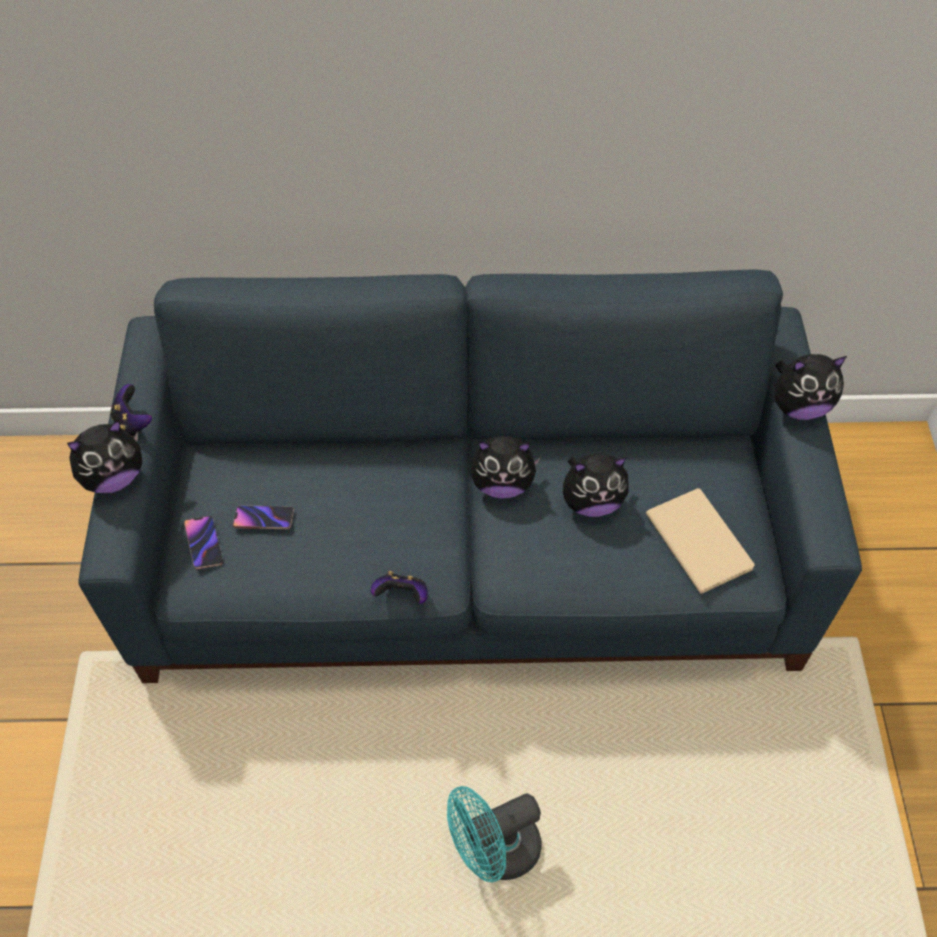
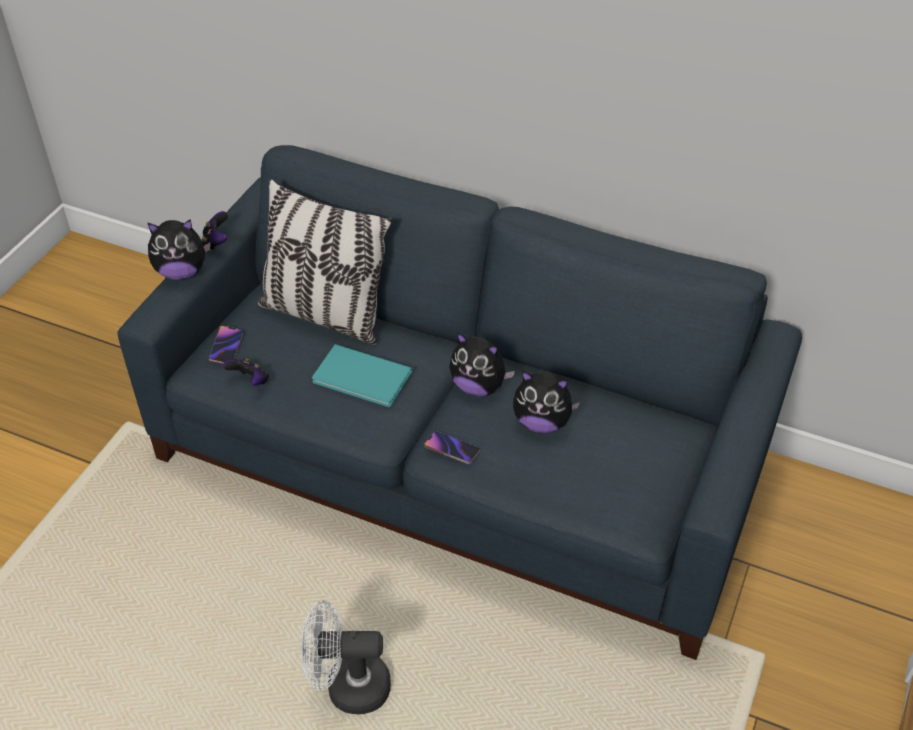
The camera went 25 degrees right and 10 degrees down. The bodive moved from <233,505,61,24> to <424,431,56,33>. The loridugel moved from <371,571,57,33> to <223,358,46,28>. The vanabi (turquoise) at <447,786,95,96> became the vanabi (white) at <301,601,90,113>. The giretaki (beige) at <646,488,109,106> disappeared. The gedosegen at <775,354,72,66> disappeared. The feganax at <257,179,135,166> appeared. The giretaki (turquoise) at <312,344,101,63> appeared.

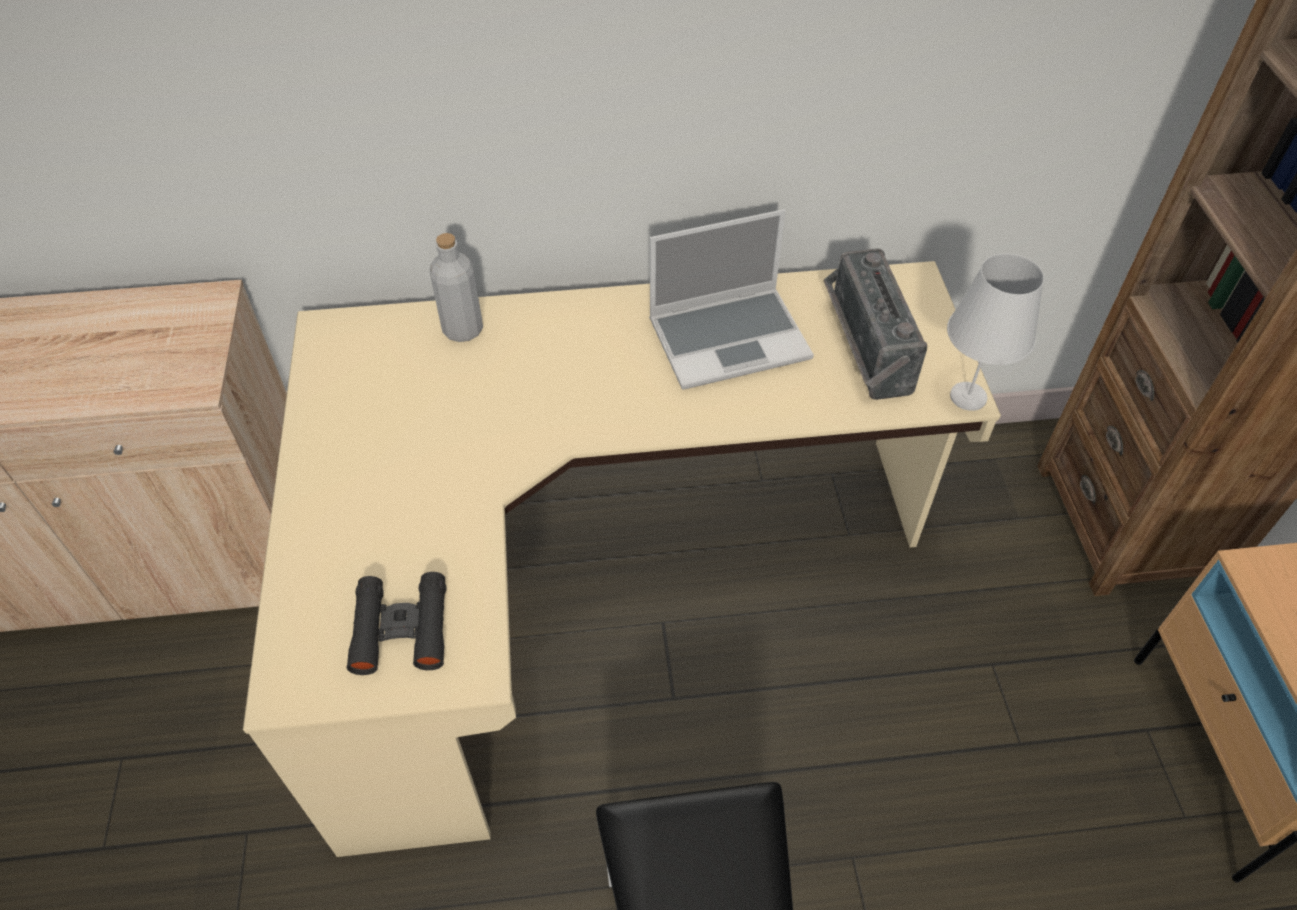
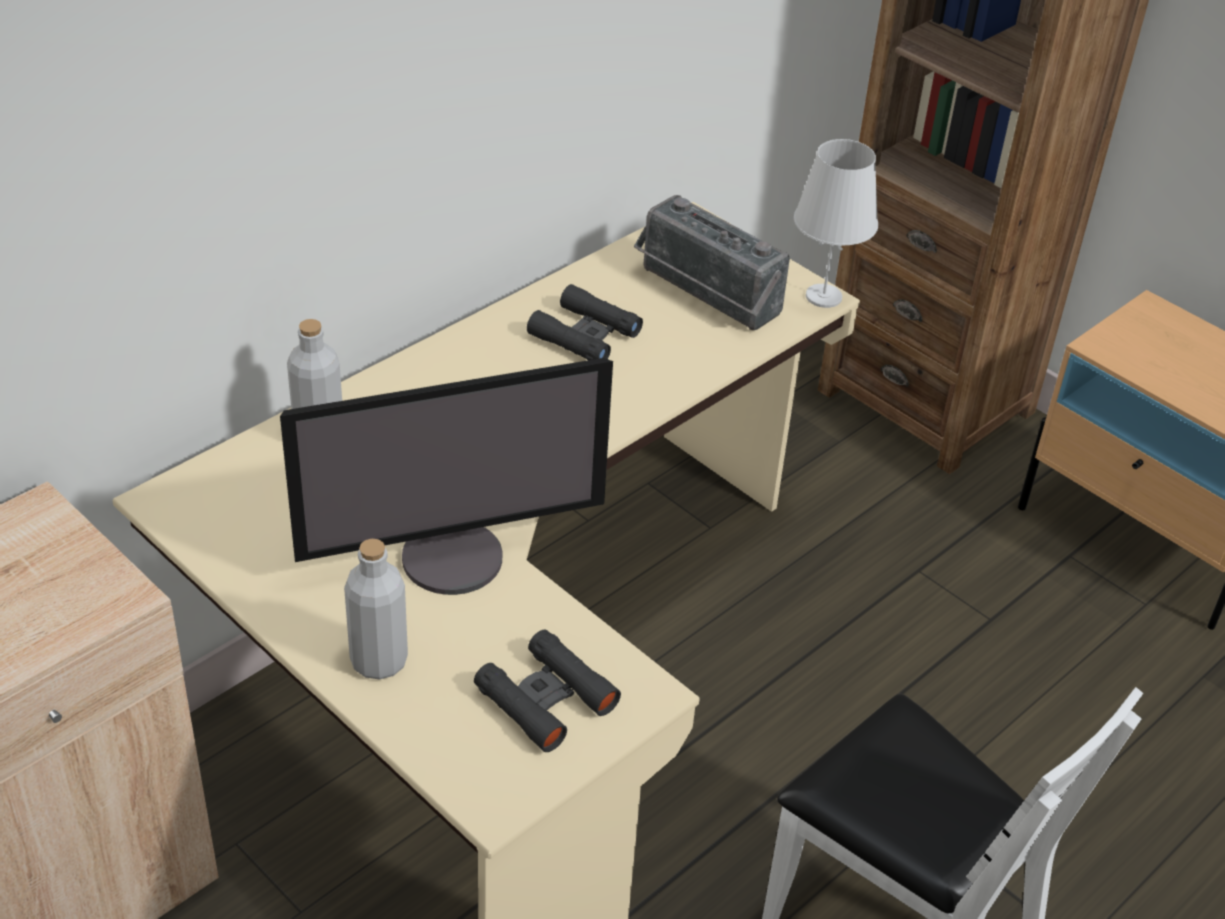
The camera went 40 degrees left and 10 degrees down. The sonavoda at <649,209,165,181> was replaced by the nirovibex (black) at <527,284,116,76>. The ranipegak at <280,358,333,237> appeared. The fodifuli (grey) at <344,539,64,141> appeared.

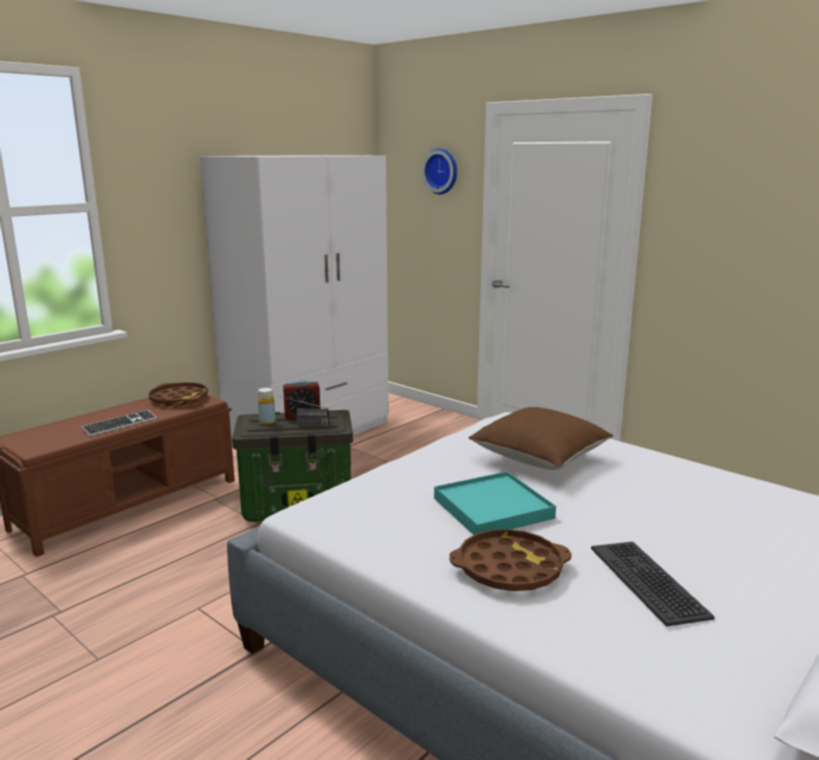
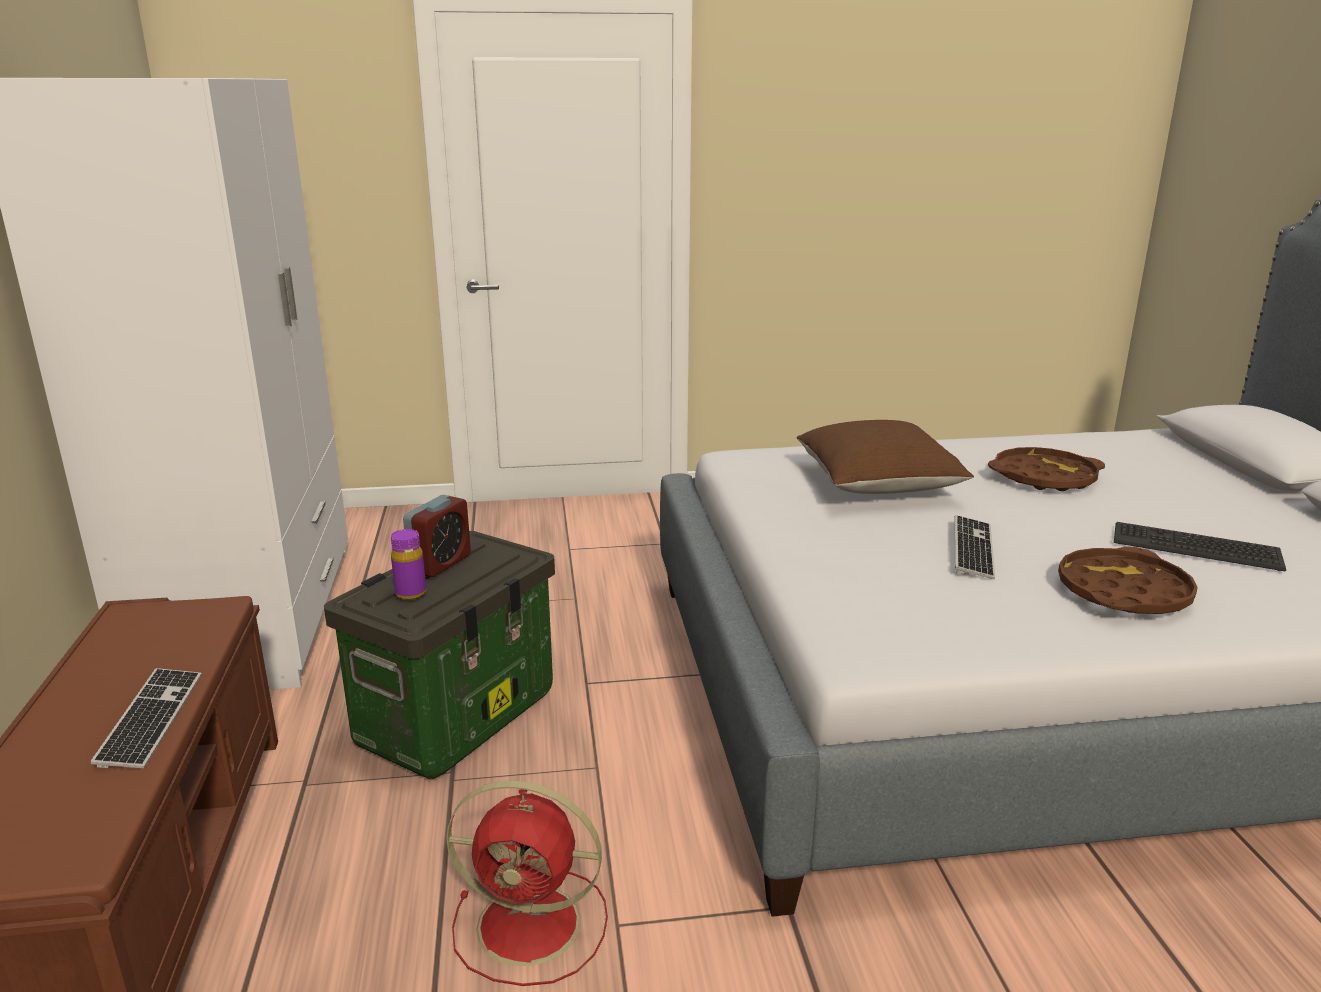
The camera went 50 degrees left and 5 degrees up. The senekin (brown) moved from <148,382,60,25> to <988,447,117,44>. The fodifuli (yellow) at <258,387,18,38> became the fodifuli (purple) at <391,529,35,71>. The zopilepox at <279,396,51,30> disappeared. The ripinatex at <422,148,35,46> disappeared. The senekin (turquoise) at <434,471,122,64> was replaced by the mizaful at <955,515,40,64>. The vanabi (red) at <446,780,162,206> appeared.

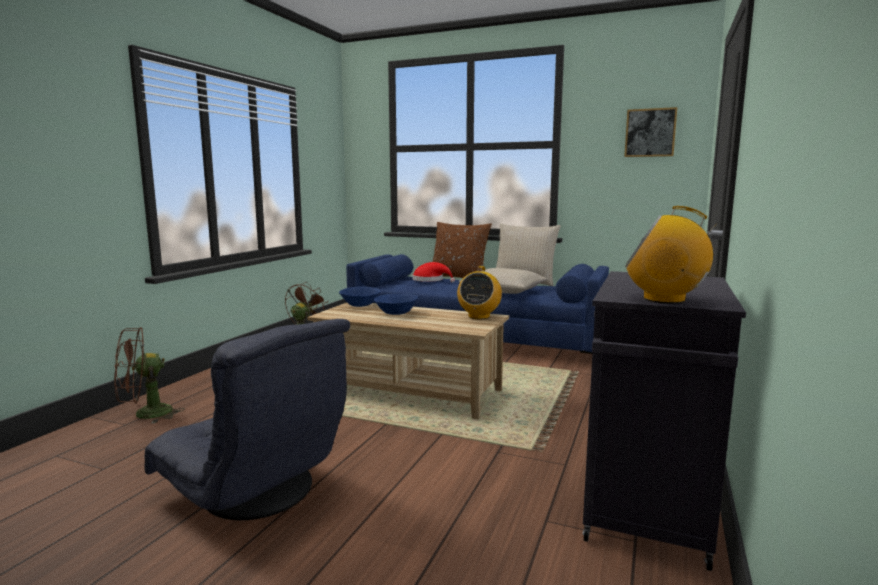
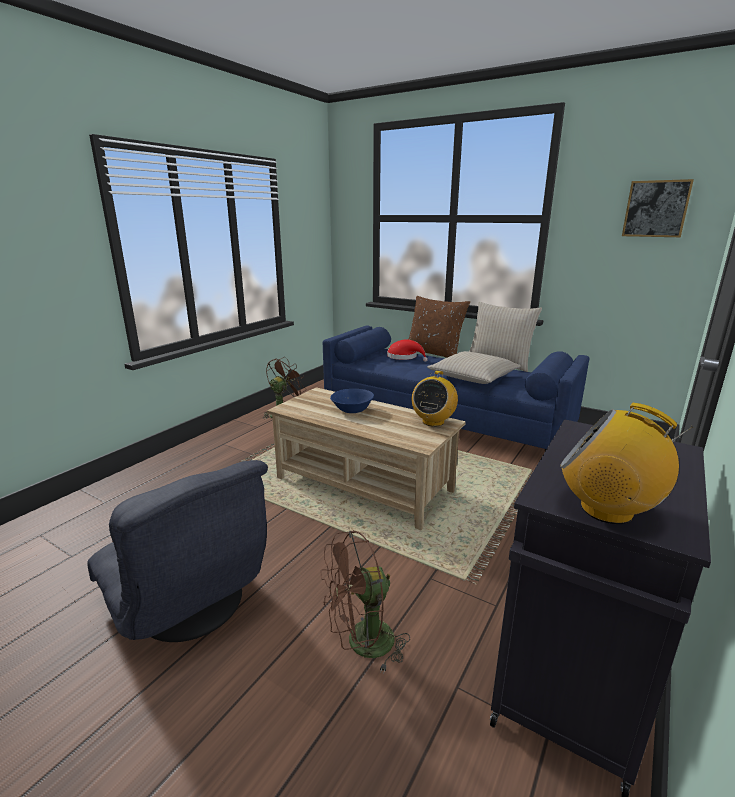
The camera went 10 degrees right and 10 degrees up. The vanabi (brown) moved from <114,327,71,97> to <320,530,90,143>. The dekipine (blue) at <339,286,42,21> disappeared.

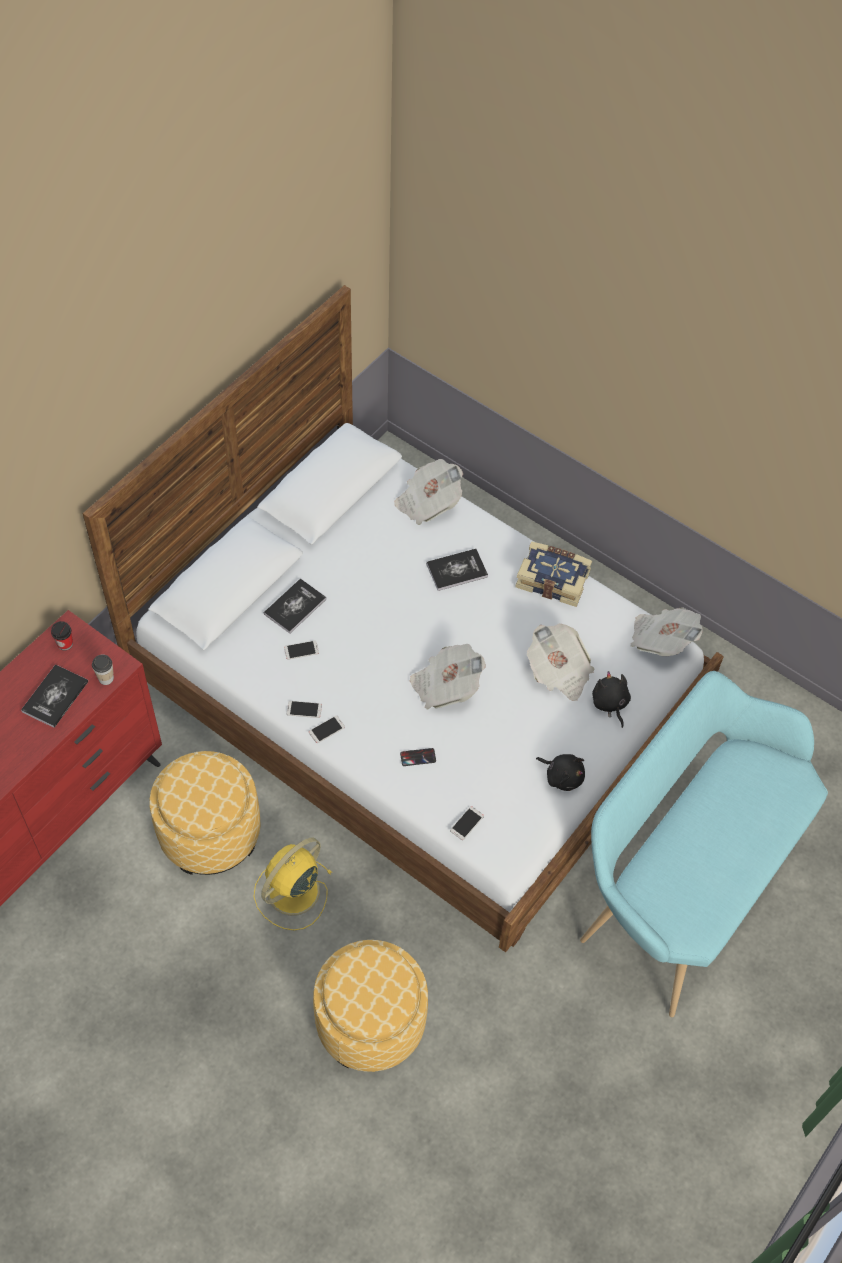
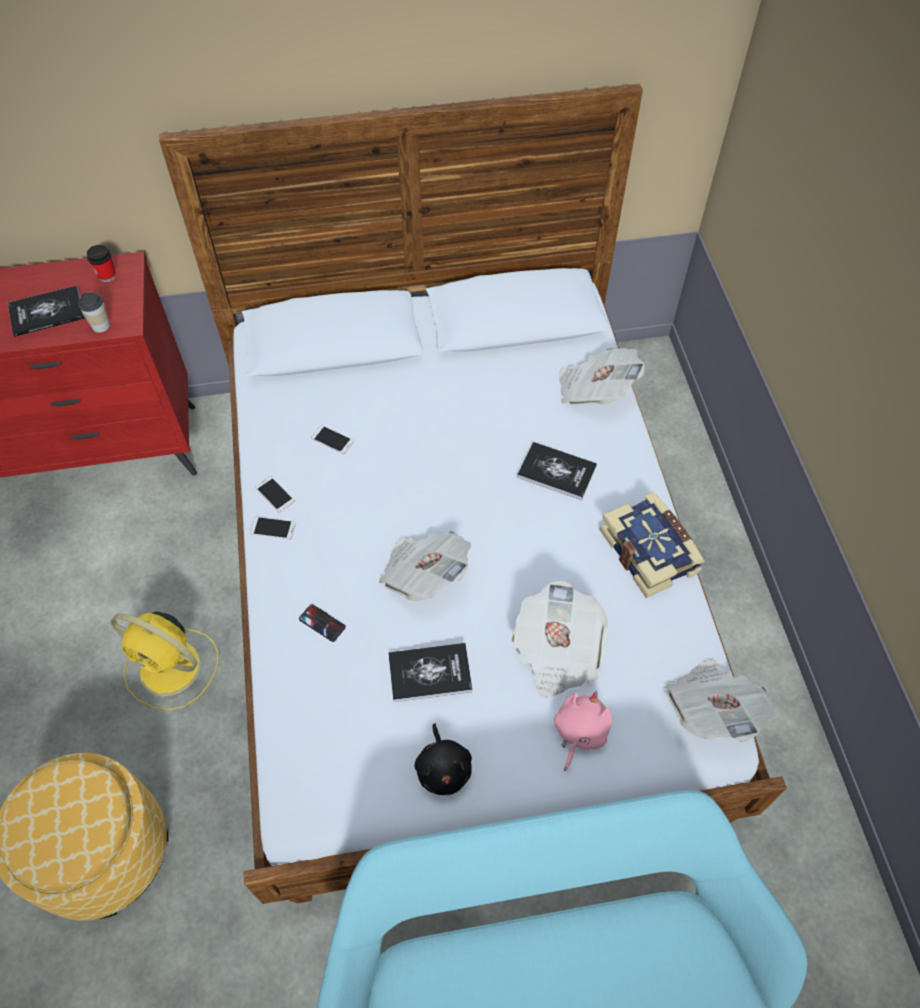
The camera went 45 degrees right and 0 degrees up. The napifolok at <149,751,112,124> disappeared. The vanabi (yellow) at <253,838,79,92> turned 150 degrees counterclockwise. The giretaki moved from <264,578,62,56> to <388,643,85,59>. The bodive at <450,806,34,34> disappeared. The gedosegen (black) at <592,671,39,57> became the gedosegen (pink) at <554,692,58,79>.

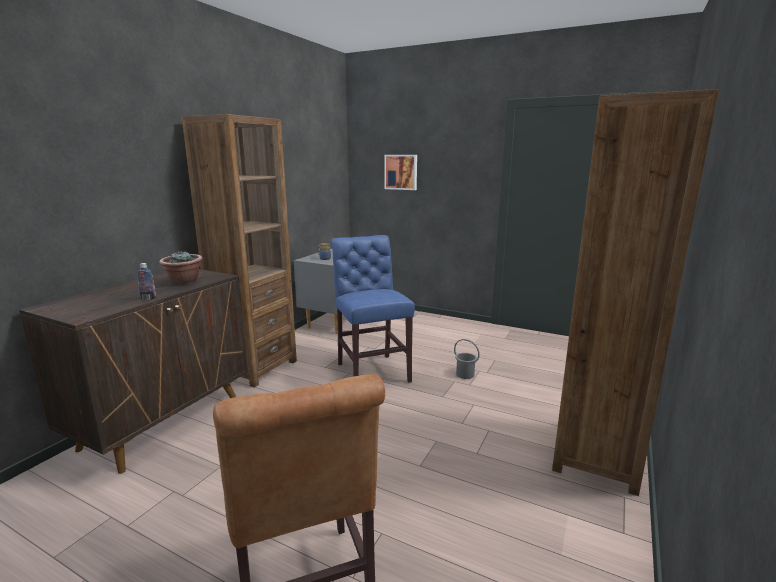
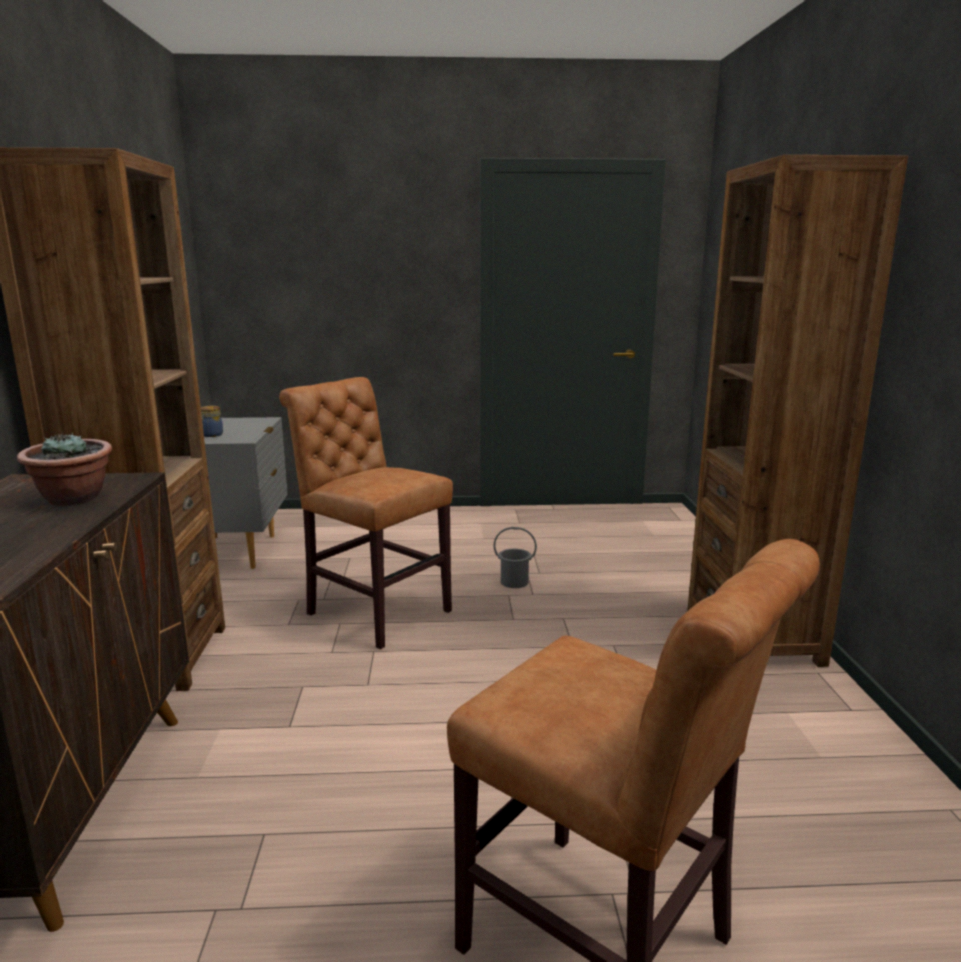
The camera went 30 degrees left and 0 degrees up. The fodifuli at <137,263,19,37> disappeared. The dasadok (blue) at <331,235,84,148> became the dasadok (brown) at <279,377,174,272>. The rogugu at <384,155,33,35> disappeared.

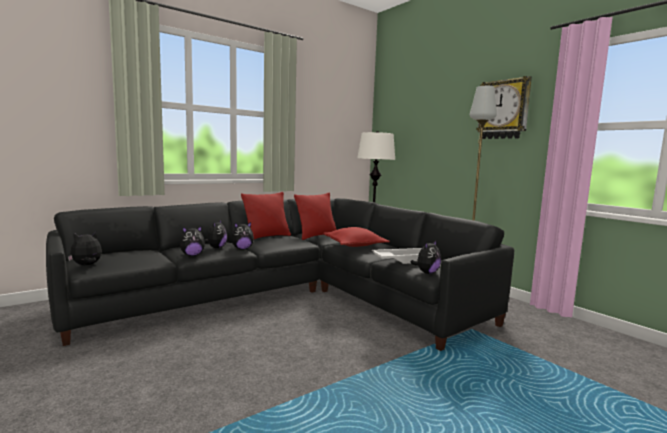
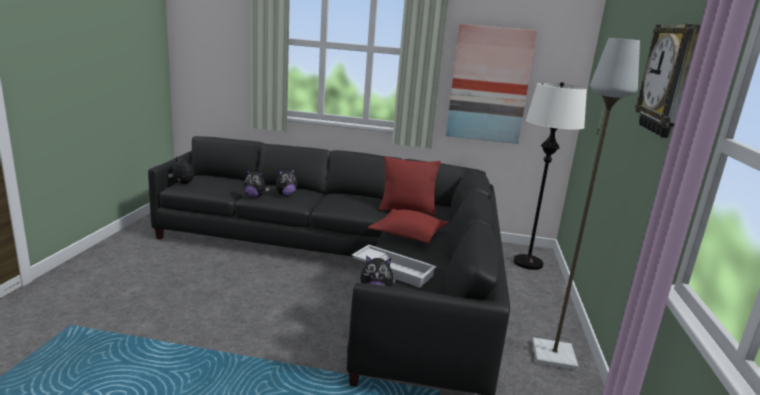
The camera went 45 degrees right and 10 degrees up. The gedosegen at <232,222,22,27> disappeared. The feganax (red) at <241,192,50,47> disappeared. The rogugu at <446,24,91,120> appeared.

